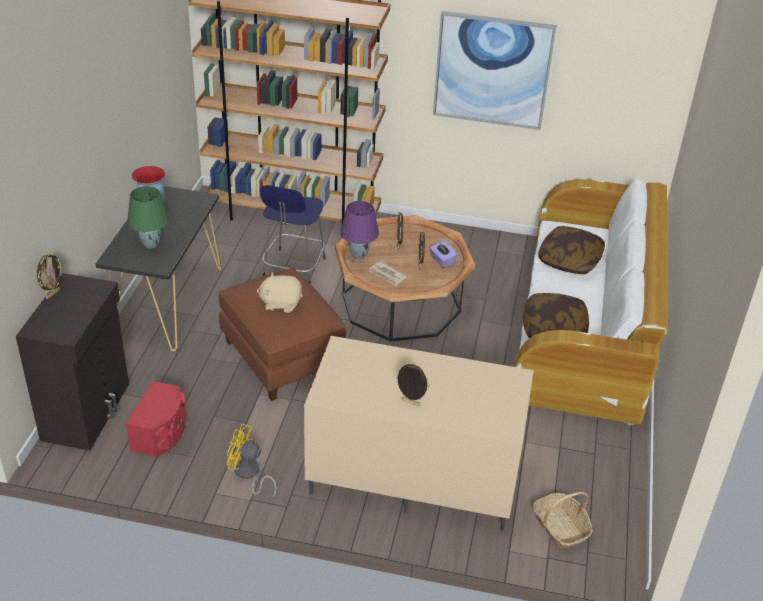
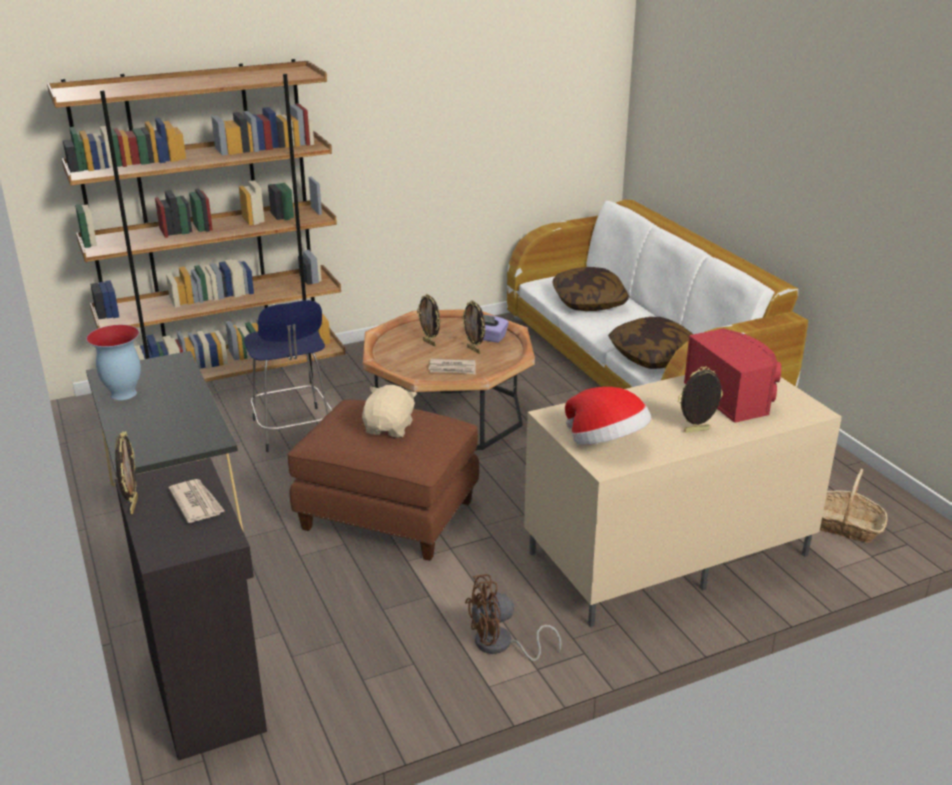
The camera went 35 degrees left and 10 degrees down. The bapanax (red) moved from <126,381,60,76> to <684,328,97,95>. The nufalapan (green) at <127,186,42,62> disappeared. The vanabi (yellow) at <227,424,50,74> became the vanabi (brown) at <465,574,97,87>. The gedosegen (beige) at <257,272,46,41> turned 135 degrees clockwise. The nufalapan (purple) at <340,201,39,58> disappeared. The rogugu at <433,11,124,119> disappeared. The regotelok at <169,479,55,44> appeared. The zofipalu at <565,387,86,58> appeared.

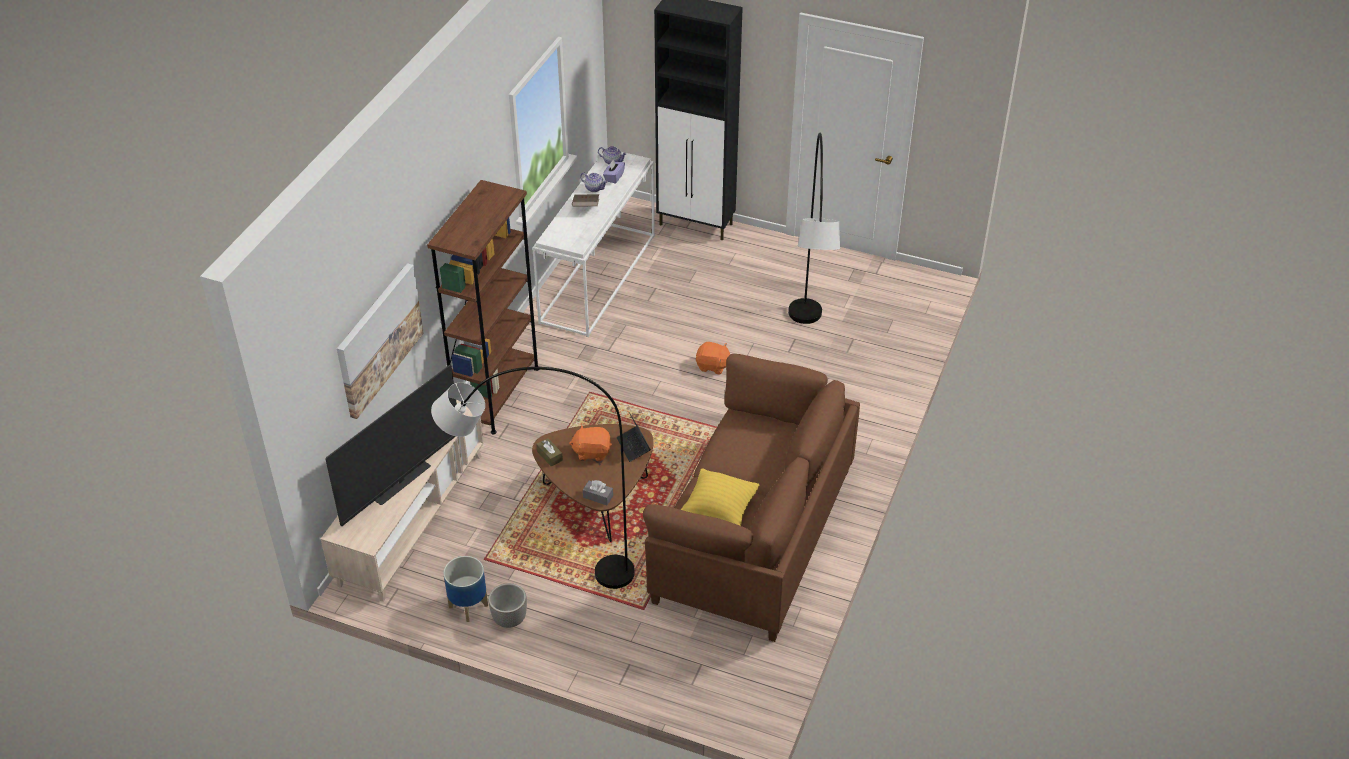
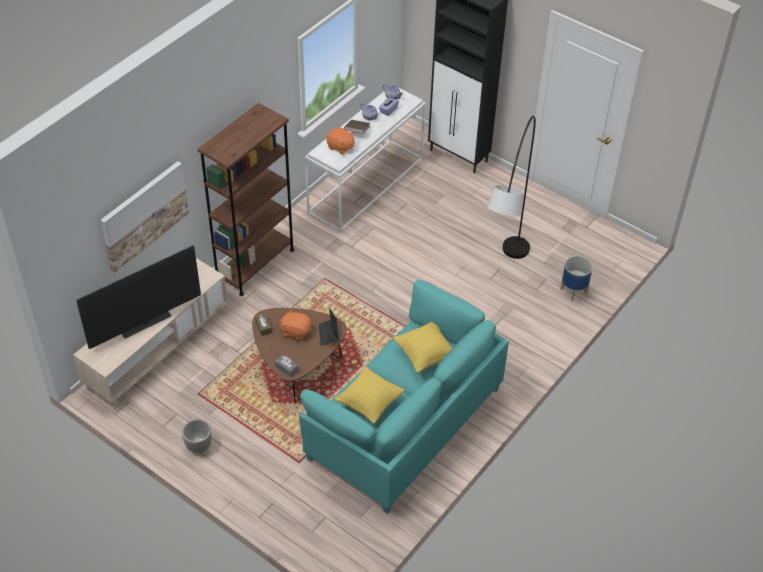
The camera went 15 degrees right and 5 degrees up. The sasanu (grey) at <431,367,204,222> disappeared. The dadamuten moved from <443,556,45,66> to <560,256,33,45>. The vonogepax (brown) at <643,354,217,288> became the vonogepax (turquoise) at <299,280,210,234>. The gedosegen (orange) moved from <696,342,34,33> to <326,127,28,28>. The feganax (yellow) at <393,322,60,51> appeared.

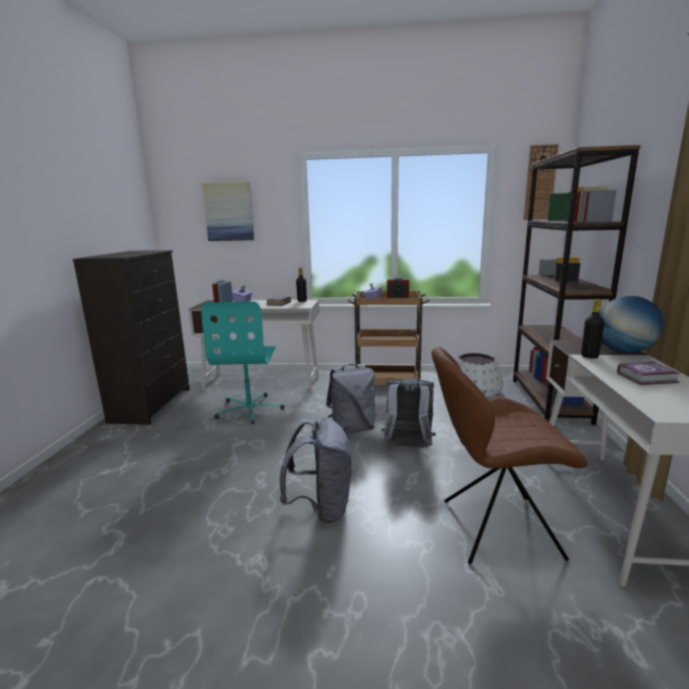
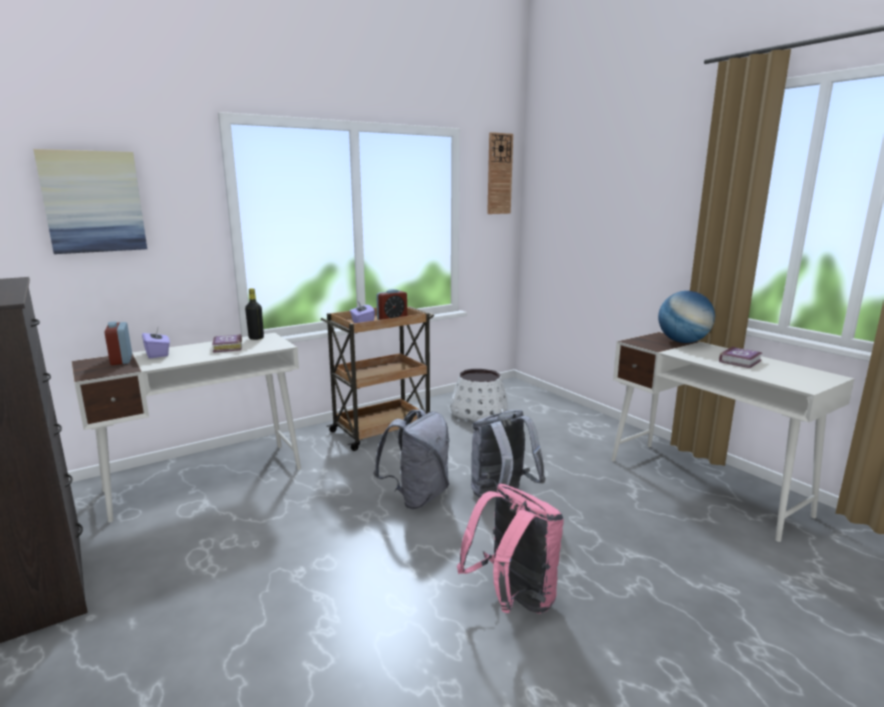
The camera went 40 degrees left and 0 degrees up. The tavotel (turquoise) at <201,301,83,123> disappeared. The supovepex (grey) at <280,418,72,106> became the supovepex (pink) at <457,484,107,130>. The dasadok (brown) at <431,347,157,217> disappeared. The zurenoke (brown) at <513,145,127,280> disappeared. The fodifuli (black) at <581,299,24,60> disappeared.

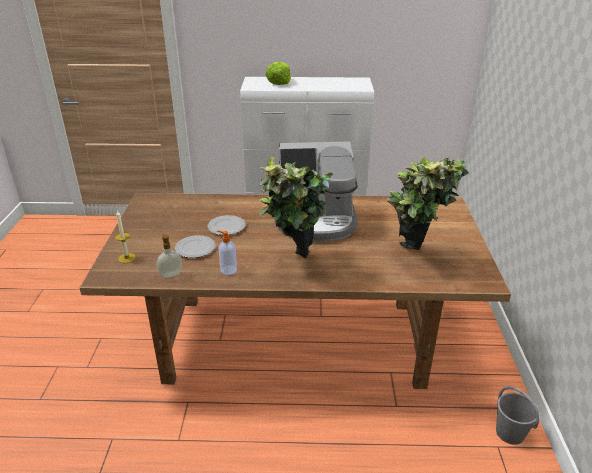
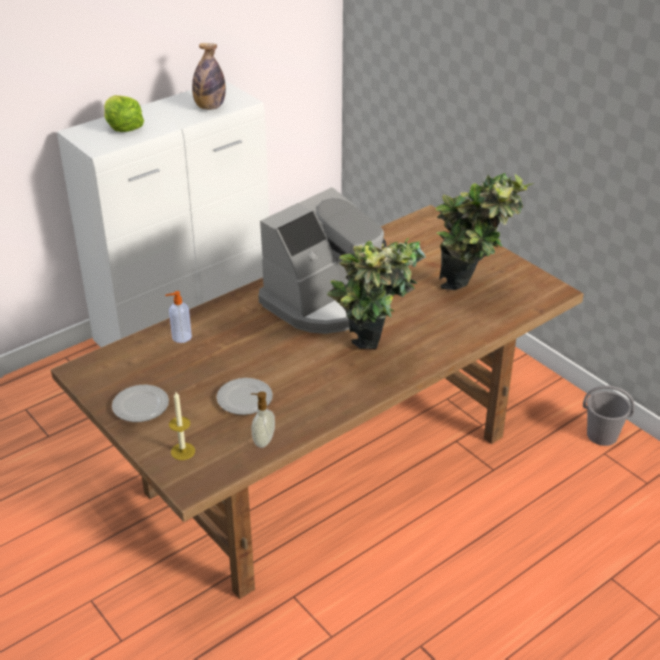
The camera went 40 degrees left and 5 degrees up. The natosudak moved from <208,215,38,20> to <112,385,57,37>. The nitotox moved from <217,231,20,44> to <165,291,27,52>. The fodifuli at <192,43,34,67> appeared.

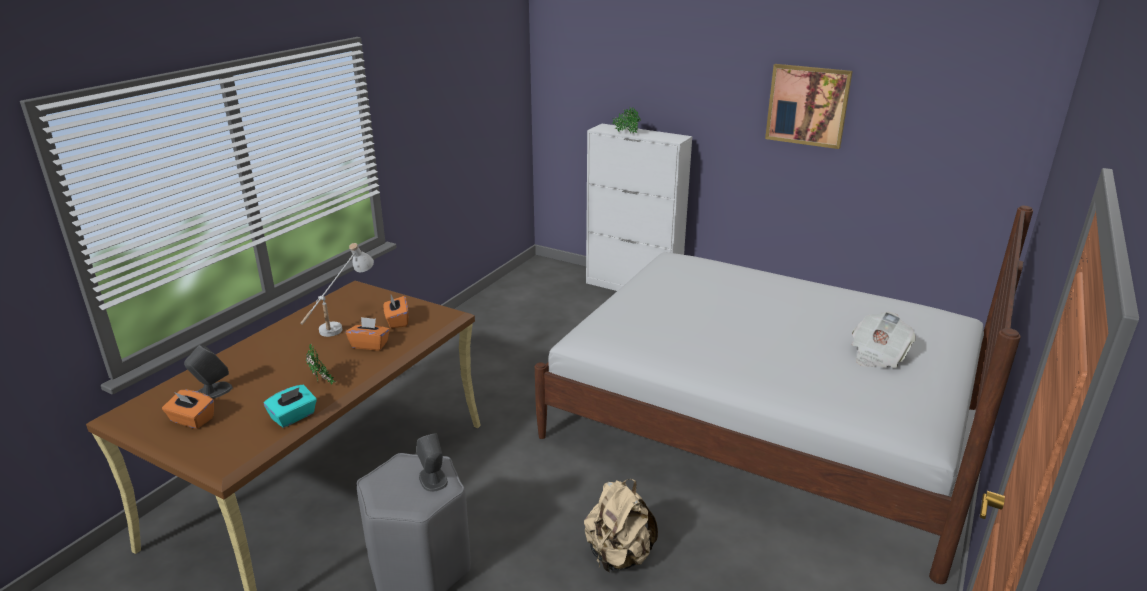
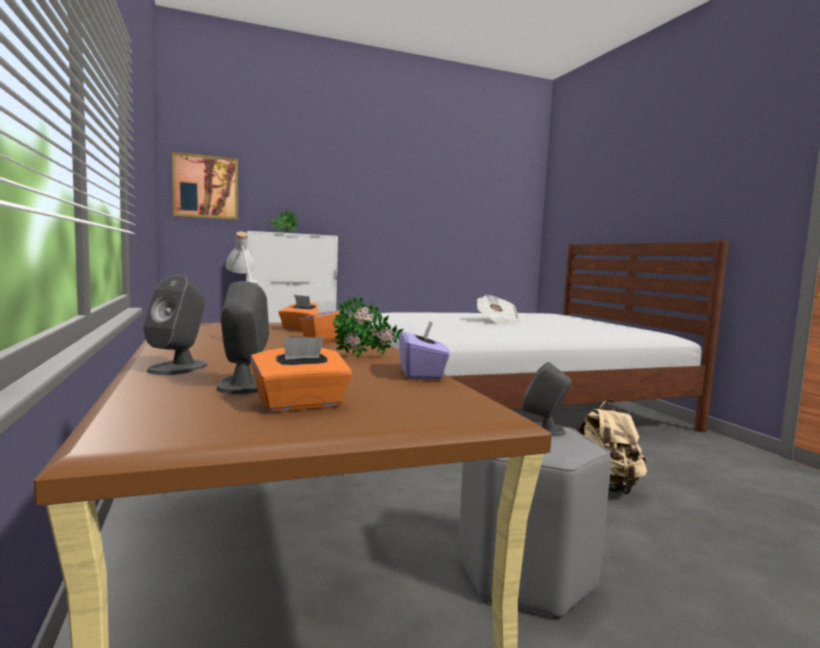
The camera went 50 degrees left and 20 degrees down. The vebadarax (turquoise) at <264,385,53,43> became the vebadarax (purple) at <399,322,51,58>. The rogugu moved from <765,64,88,85> to <172,152,66,68>. The regotelok moved from <852,312,64,56> to <477,295,42,30>. The bapanax (grey) at <143,275,64,100> appeared.

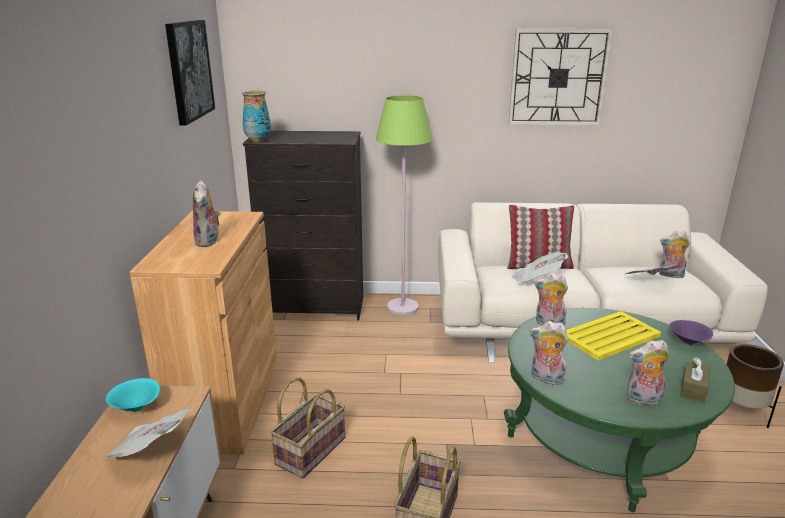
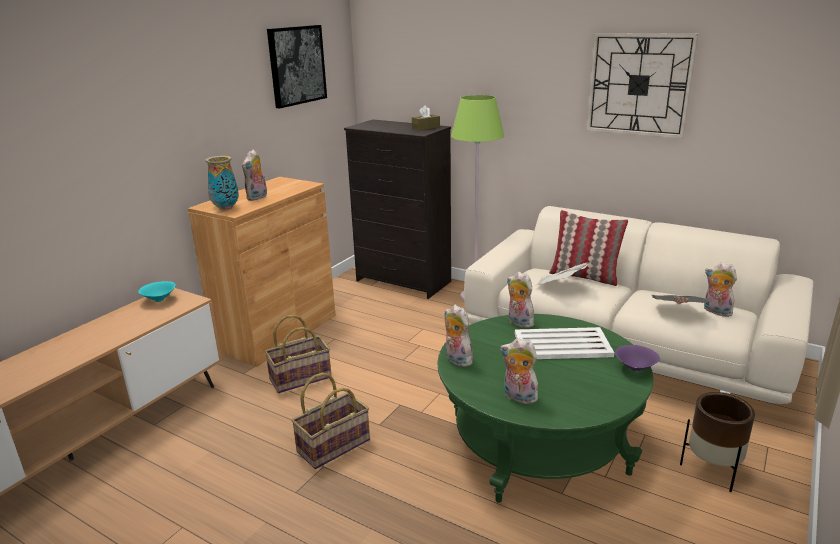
The camera went 30 degrees right and 0 degrees up. The regotelok at <104,409,88,49> disappeared. The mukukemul moved from <242,90,29,52> to <205,156,34,54>. The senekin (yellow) at <566,311,95,50> became the senekin (white) at <515,327,99,32>. The vebadarax (brown) moved from <680,357,30,45> to <412,106,28,24>.

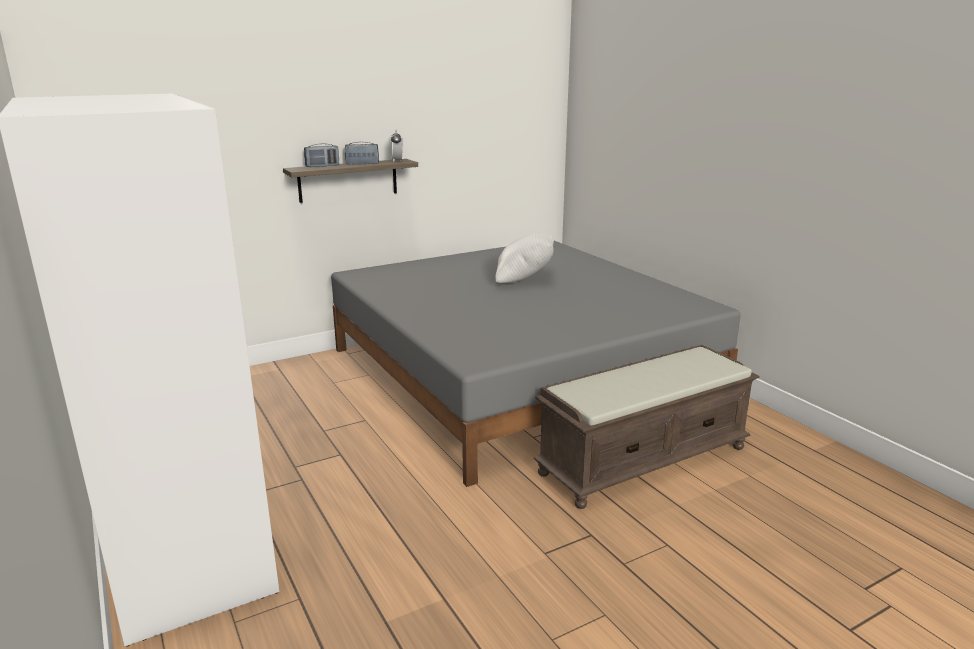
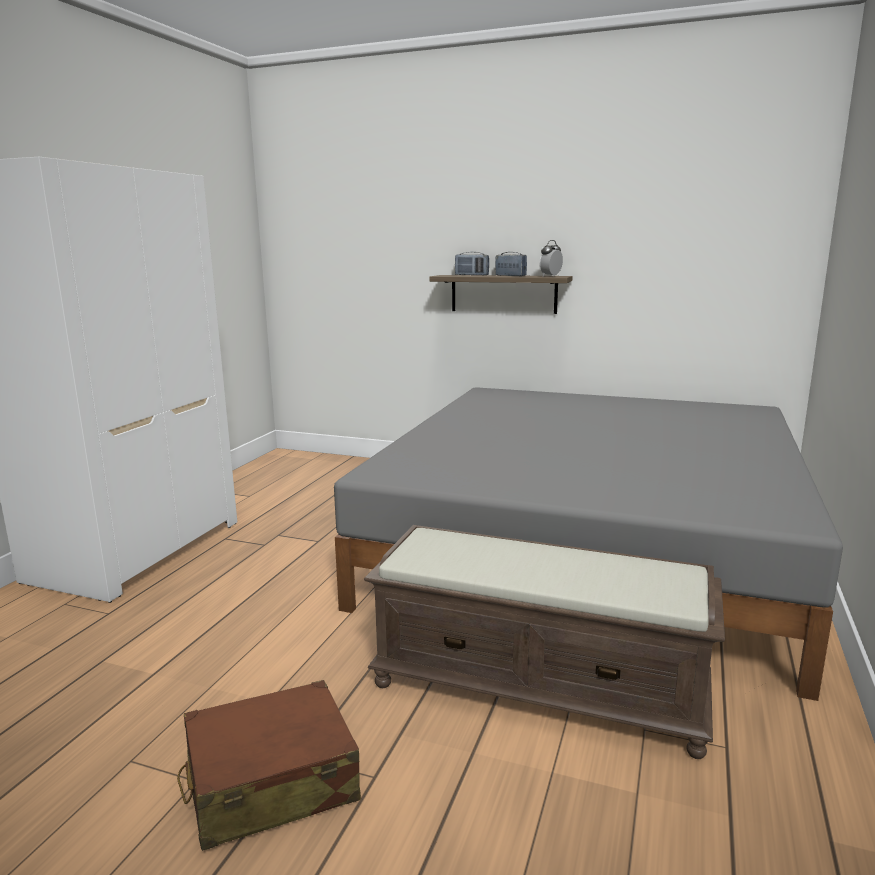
The camera went 50 degrees right and 5 degrees down. The feganax (white) at <495,233,59,50> disappeared. The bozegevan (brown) at <177,680,184,171> appeared.

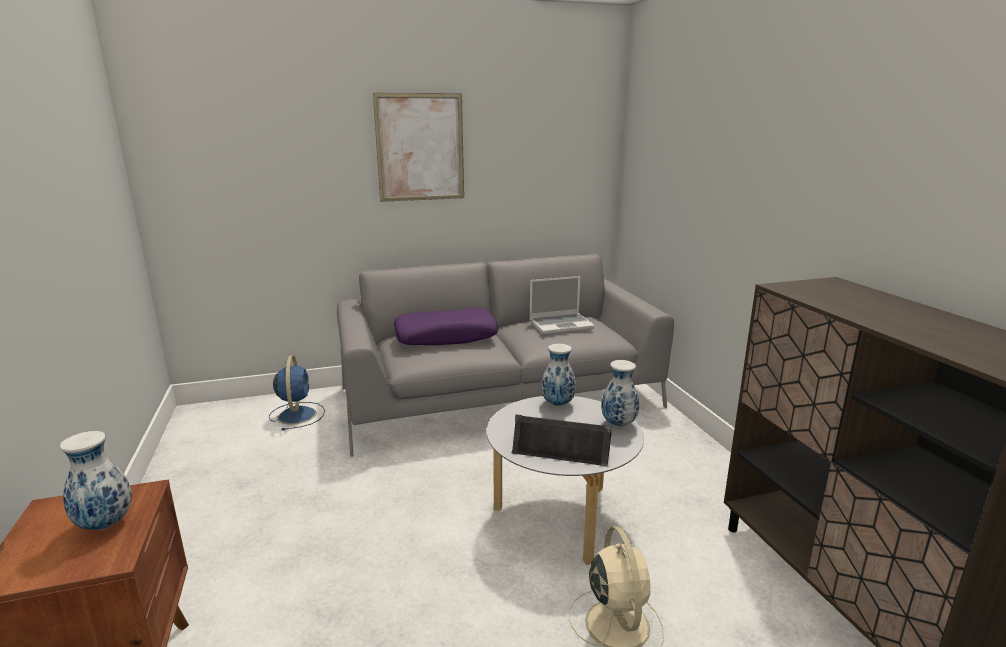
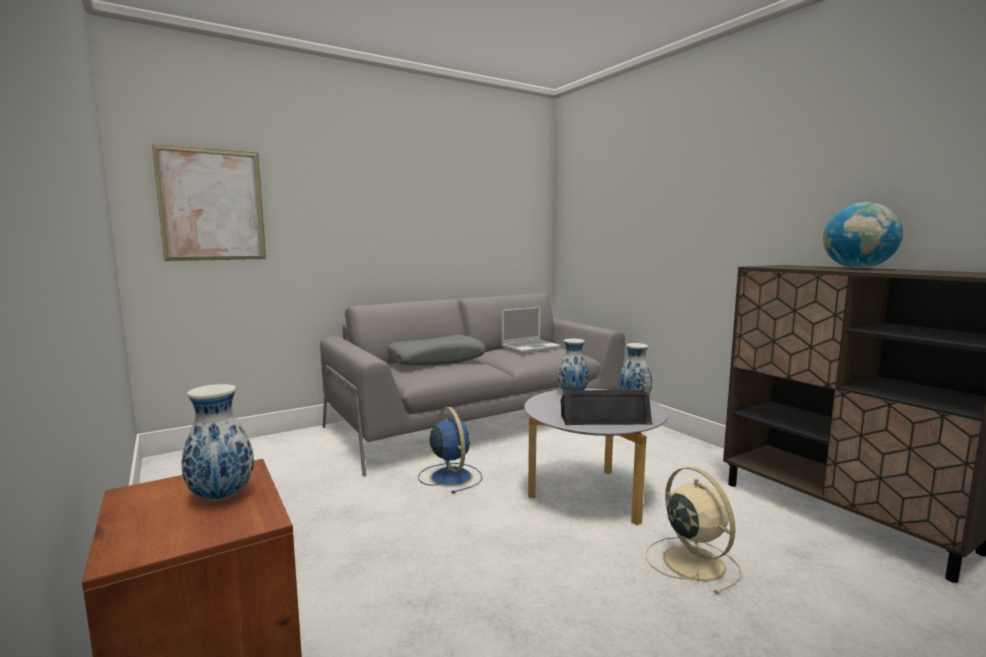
The camera went 15 degrees left and 10 degrees down. The vanabi (blue) moved from <269,356,56,75> to <418,407,64,87>. The rogugu moved from <373,93,91,109> to <152,144,114,117>. The feganax (purple) at <394,307,104,38> became the feganax (grey) at <387,335,98,31>. The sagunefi at <823,202,80,66> appeared.

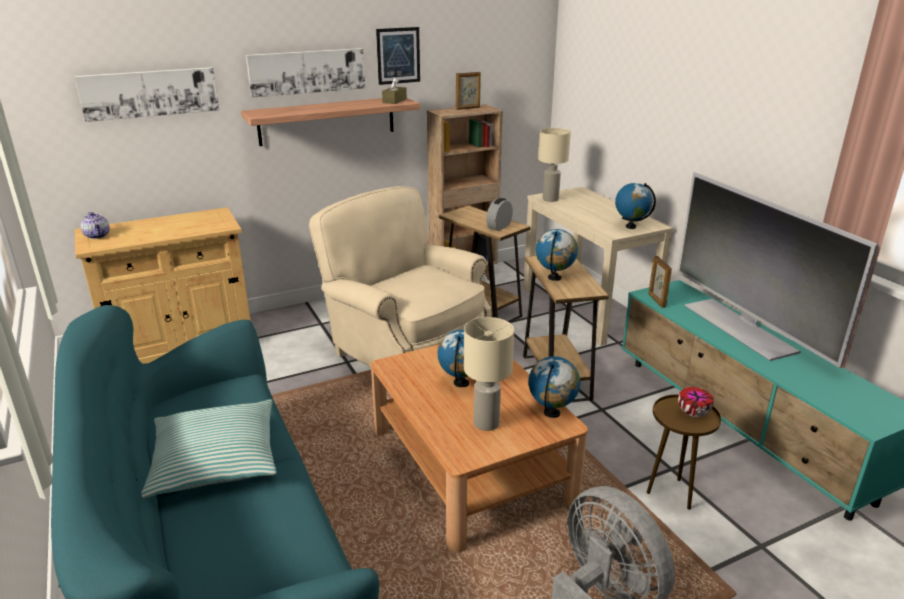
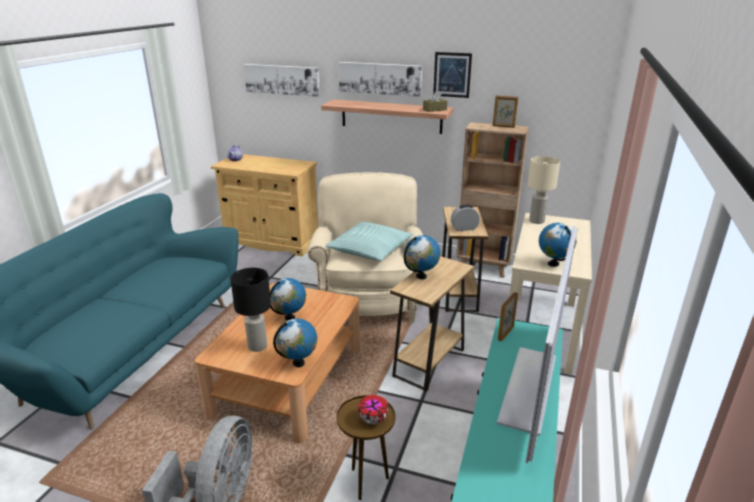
The camera went 45 degrees right and 0 degrees up. The feganax moved from <141,399,136,99> to <325,222,89,39>. The nufalapan (beige) at <464,317,50,114> became the nufalapan (black) at <230,268,41,84>.

